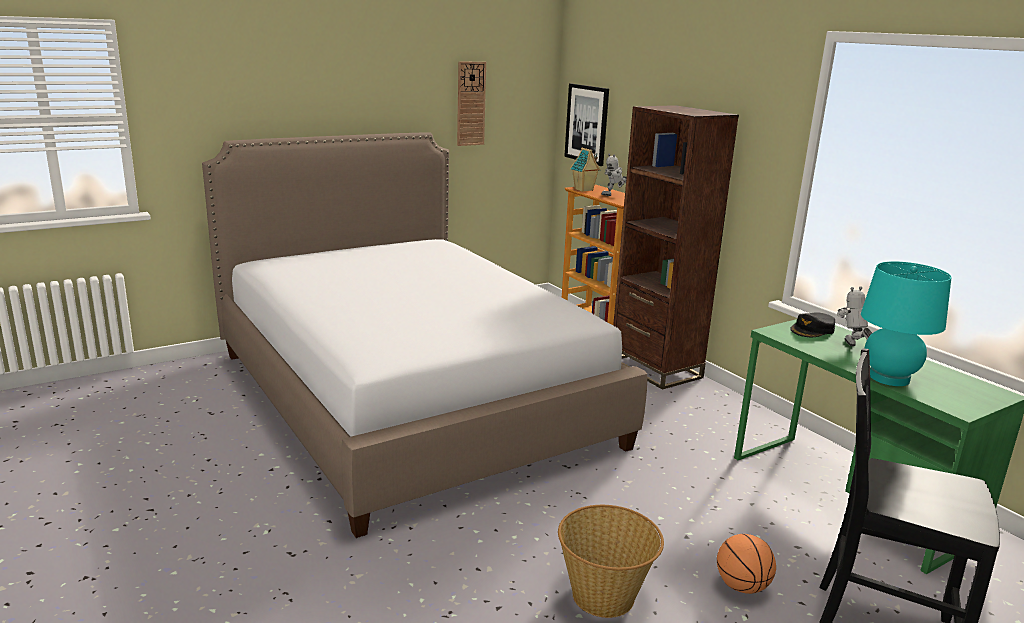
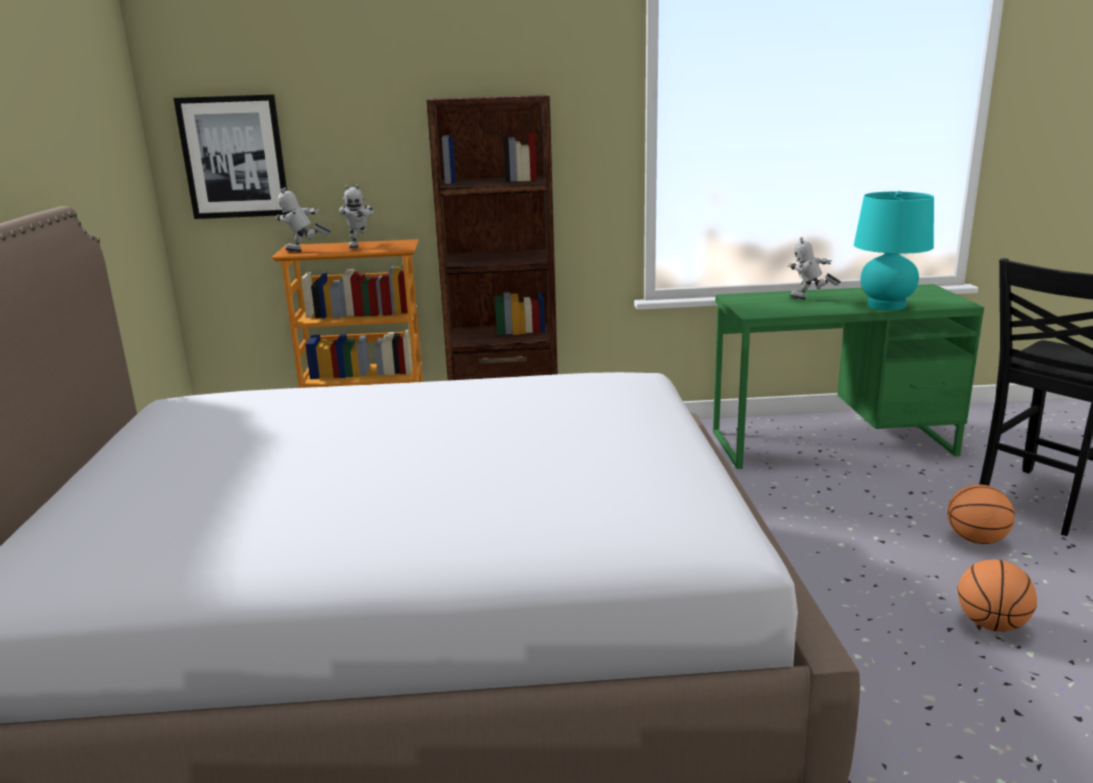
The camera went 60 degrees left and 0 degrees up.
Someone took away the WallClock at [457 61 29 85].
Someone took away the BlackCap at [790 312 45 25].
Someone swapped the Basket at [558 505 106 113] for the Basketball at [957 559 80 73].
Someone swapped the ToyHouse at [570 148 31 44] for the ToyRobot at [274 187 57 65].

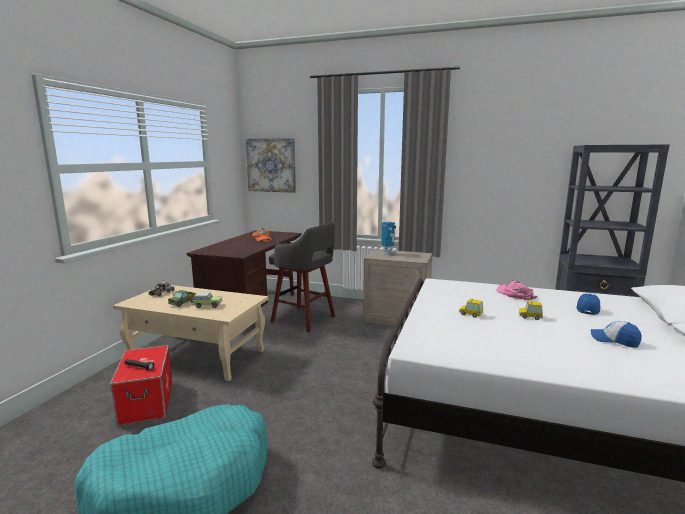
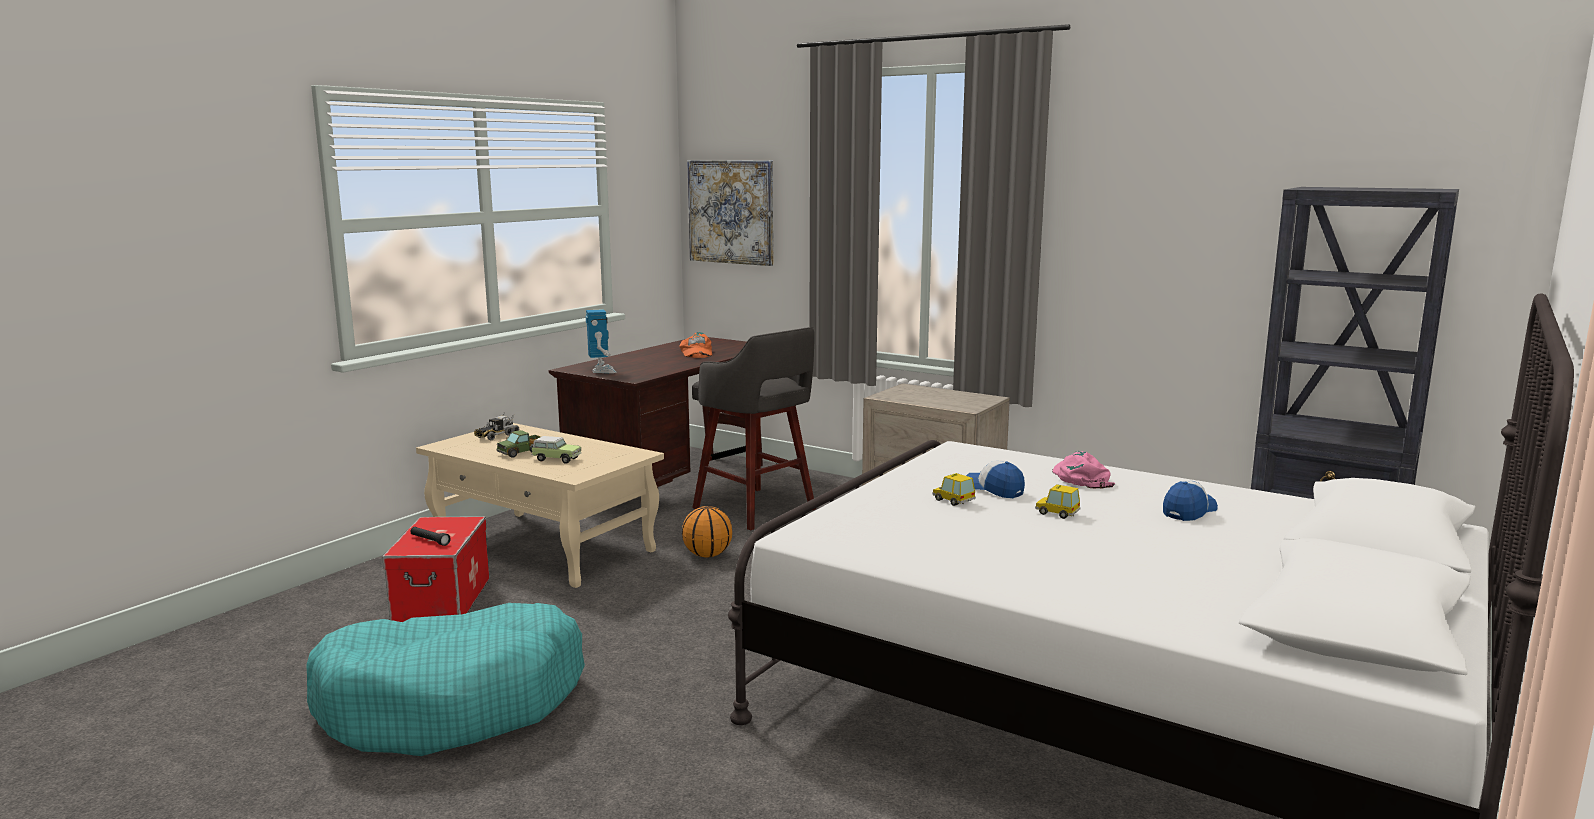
The camera went 15 degrees right and 0 degrees up.
Someone put down the Basketball at [682 506 50 52].
Someone carried the ToyRobot from [381 222 17 33] to [586 309 31 64].
Someone carried the Cap from [591 321 51 27] to [966 460 59 38].

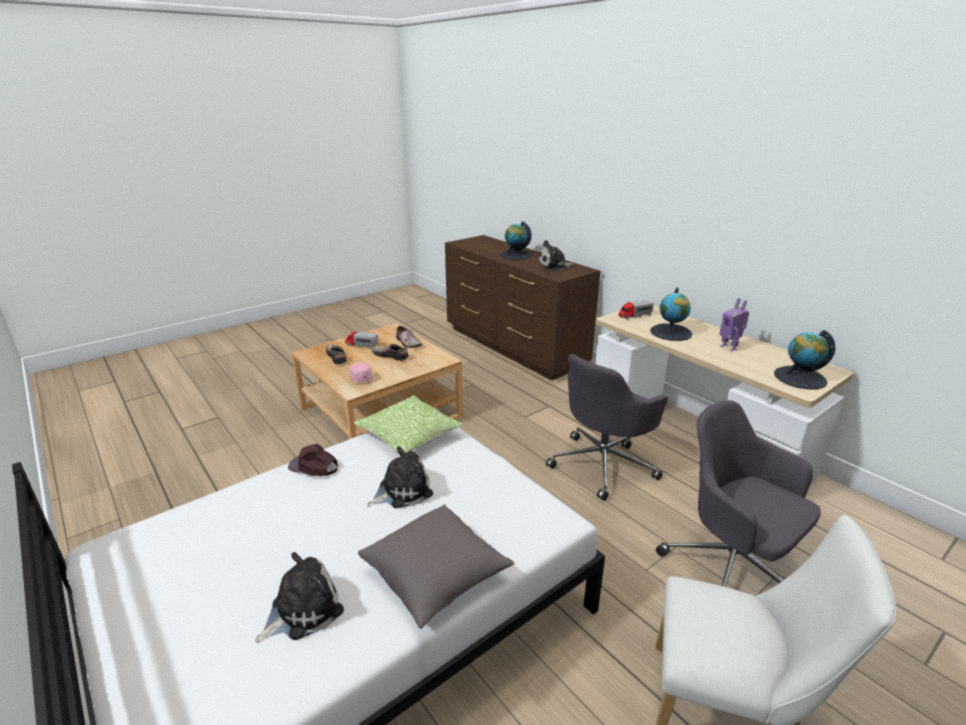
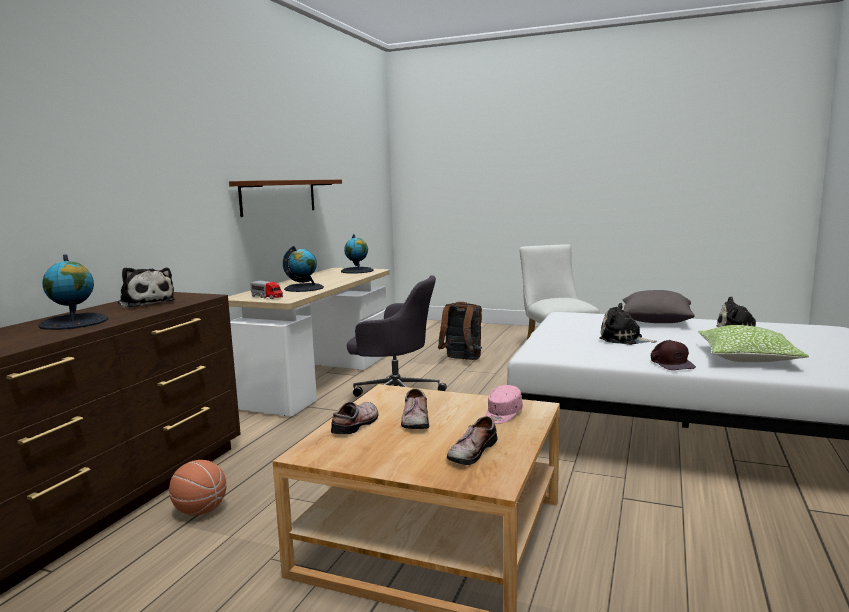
The camera went 120 degrees left and 15 degrees down.
Someone took away the ToyTruck at [345 331 34 18].
Someone took away the ToyRobot at [720 298 29 53].
Someone put down the Basketball at [169 460 58 56].
Someone put up the BrownShelf at [229 180 113 37].
Someone carried the Pillow from [353 395 111 60] to [698 325 111 37].
Someone swapped the GreyOfficeChair at [656 400 165 187] for the BrownBackpack at [438 302 44 58].

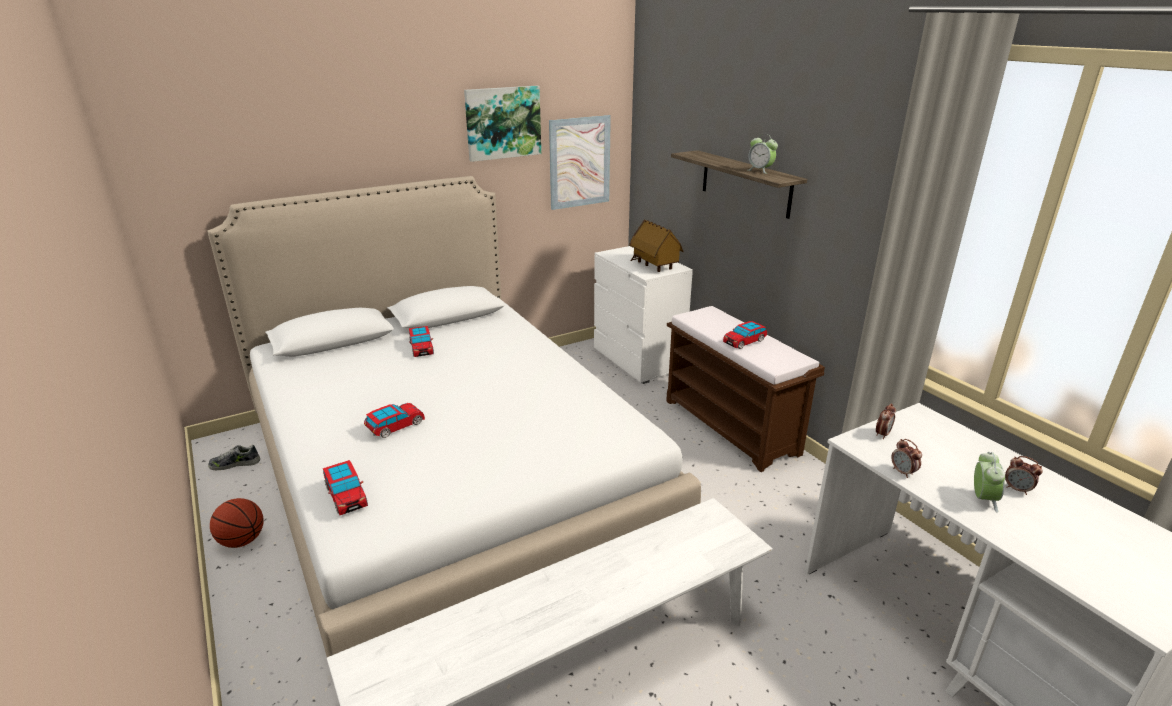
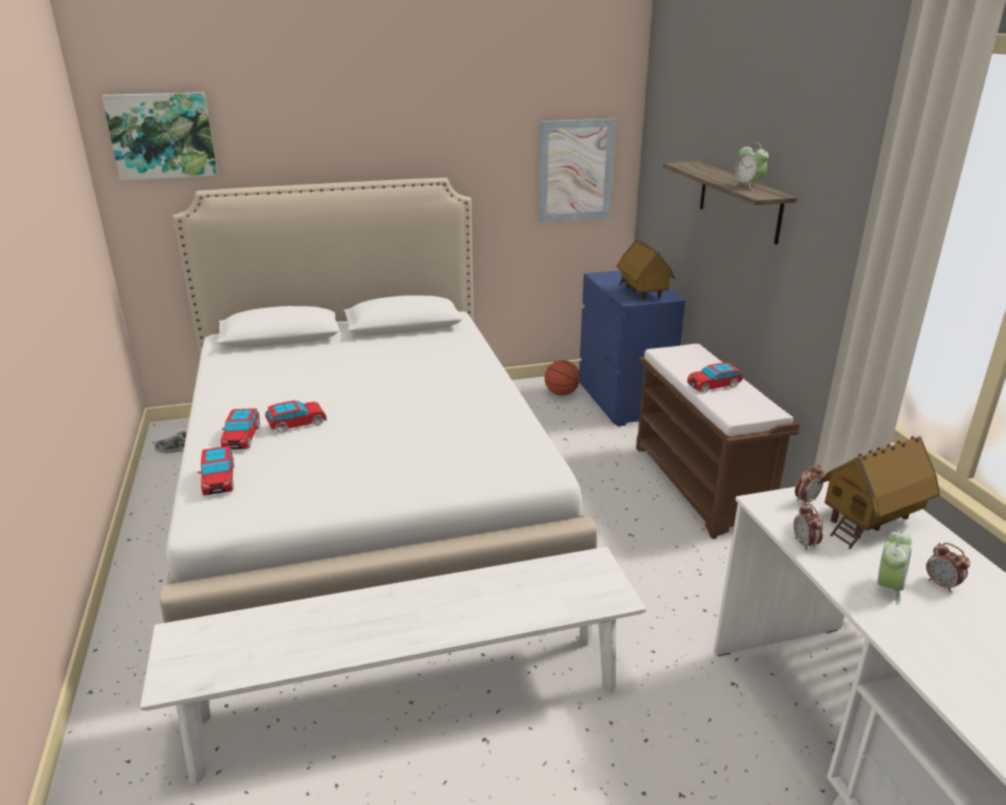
The camera went 15 degrees right and 0 degrees up.
Someone put down the ToyHouse at [818 436 122 113].
Someone carried the Basketball from [210 498 54 50] to [545 360 35 36].
Someone carried the ToyCar from [409 326 25 31] to [221 408 39 41].
Someone carried the Picture from [464 86 77 76] to [102 92 116 88].
Someone repainted the WhiteDresser at [594 246 99 138], which became the BlueDresser at [579 270 107 157].

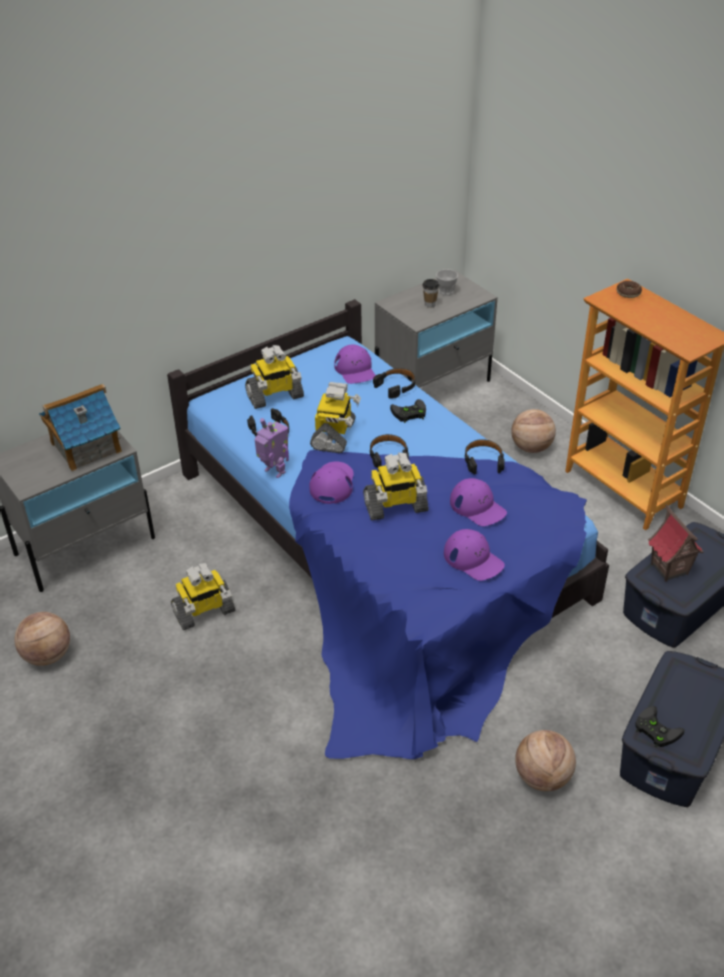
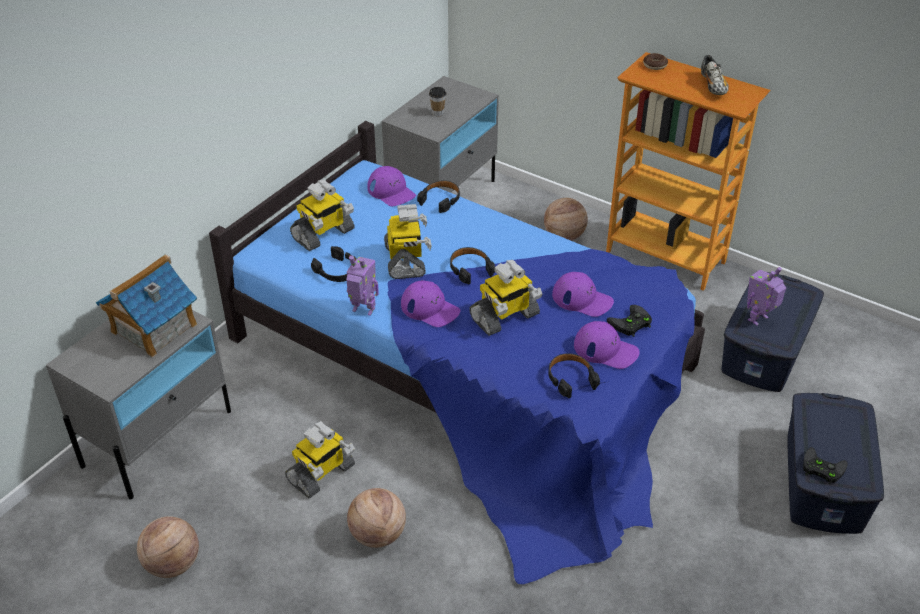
The camera went 20 degrees left and 0 degrees up.
Someone took away the Cup at [436 269 22 27].
Someone put down the Shoe at [701 55 28 40].
Someone carried the BlackGameController from [390 399 36 24] to [607 305 45 32].
Someone carried the BlackHeadphones from [465 439 40 36] to [548 353 52 45].
Someone carried the Basketball from [515 730 61 61] to [347 488 59 60].
Someone swapped the ToyHouse at [648 504 55 77] for the ToyRobot at [747 267 39 58].
Someone rotated the PurpleCap at [309 461 45 43] by 135 degrees clockwise.

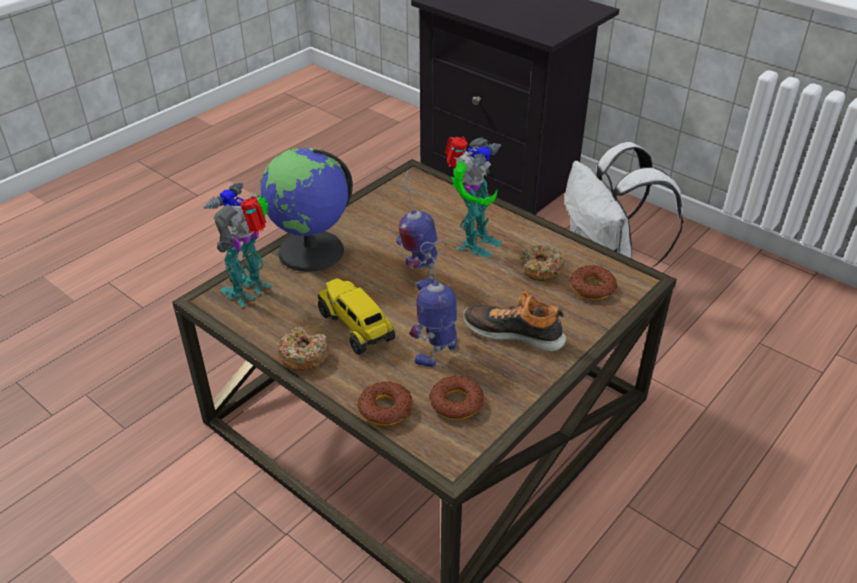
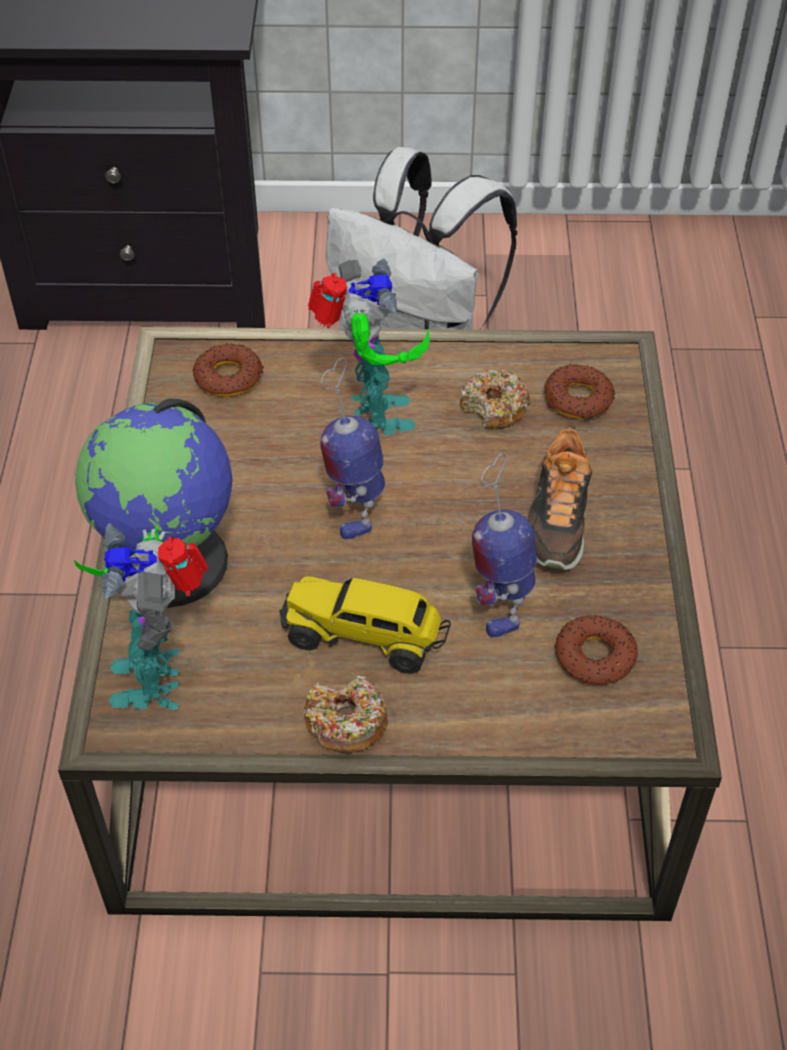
The camera went 40 degrees left and 10 degrees up.
Someone carried the Donut from [357 381 55 45] to [193 343 71 54].
Someone rotated the ToyRobot at [396 171 42 119] by 60 degrees clockwise.
Someone rotated the Shoe at [463 291 103 61] by 60 degrees counterclockwise.

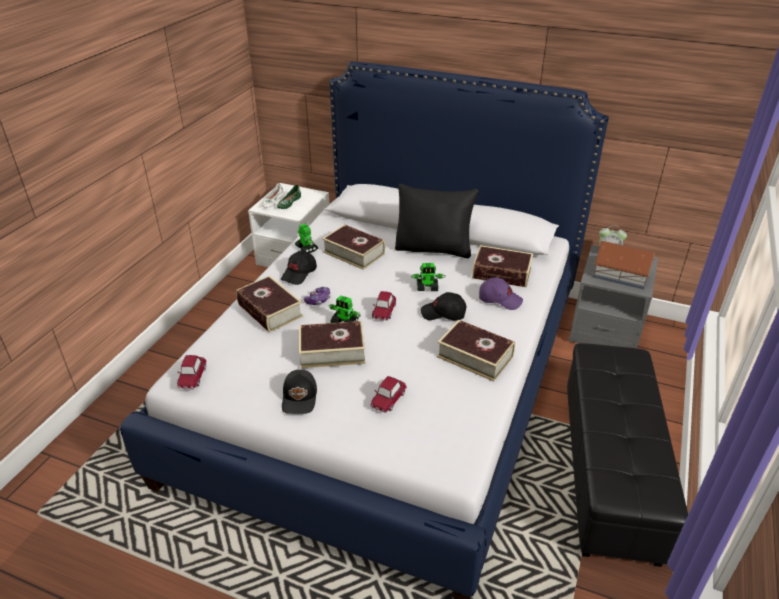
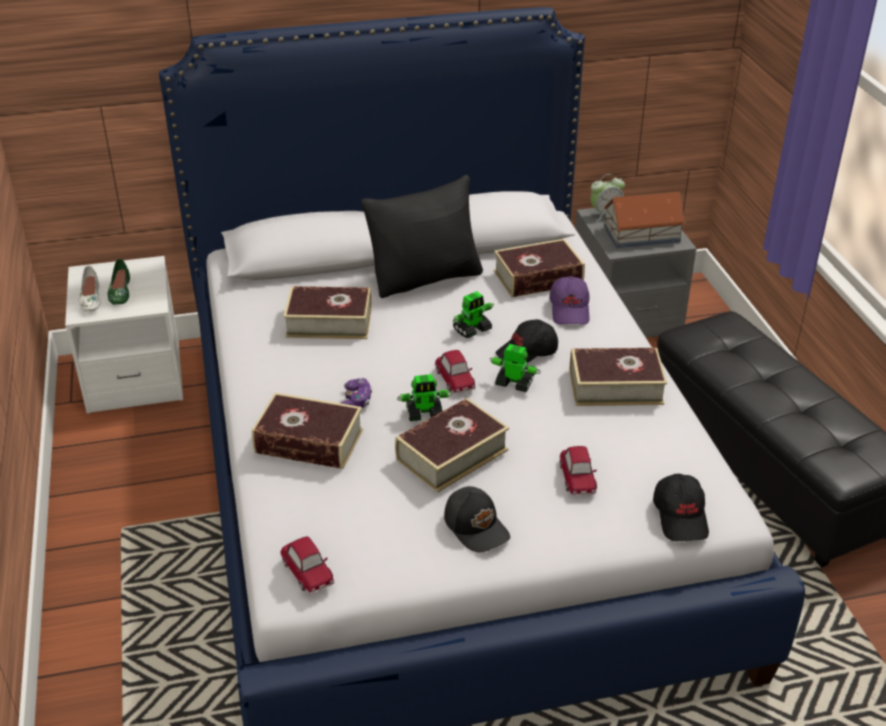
The camera went 35 degrees left and 0 degrees up.
Someone carried the BlackCap from [281 251 36 34] to [653 473 56 68].
Someone carried the ToyRobot from [295 224 23 29] to [490 344 51 48].
Someone rotated the PurpleCap at [479 278 44 32] by 105 degrees clockwise.

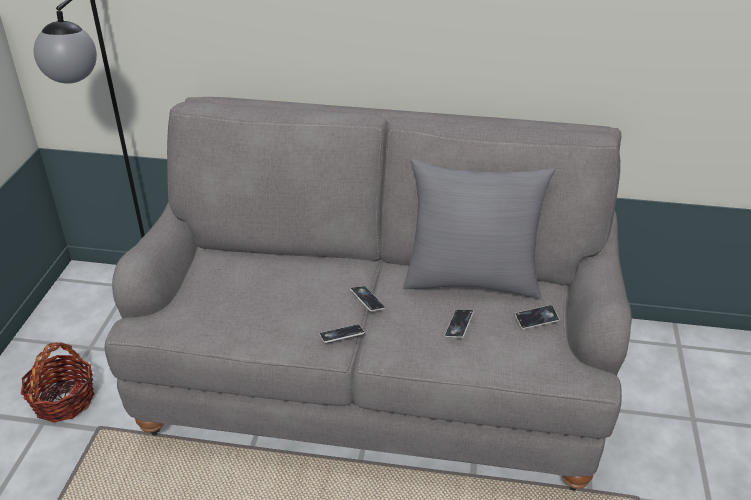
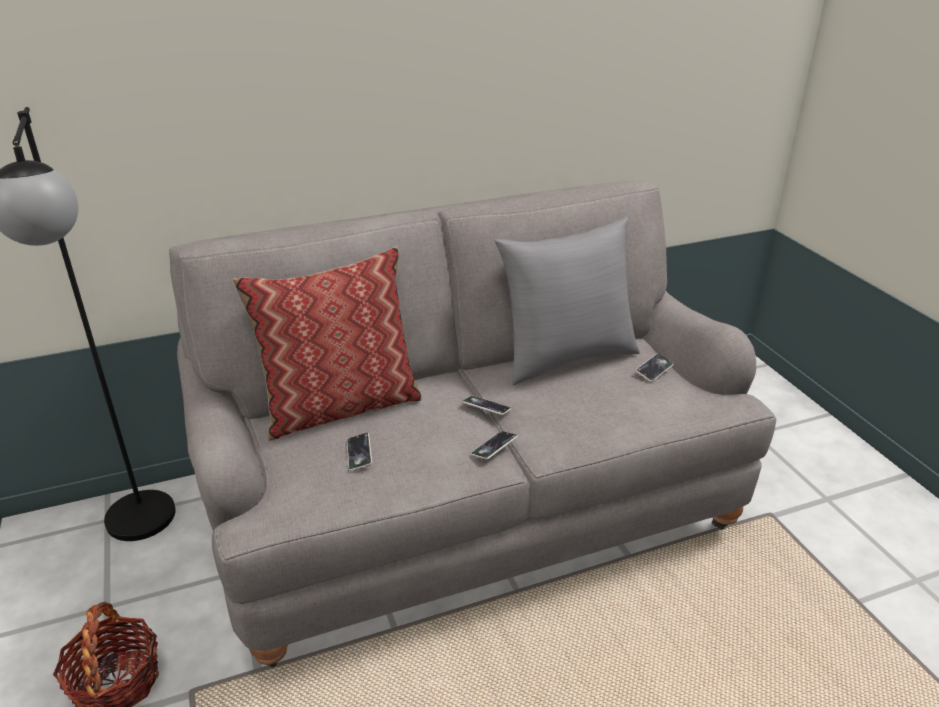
The camera went 30 degrees left and 5 degrees down.
Someone put down the Pillow at [233 246 189 195].
Someone carried the Phone from [444 310 30 28] to [347 433 25 38].

